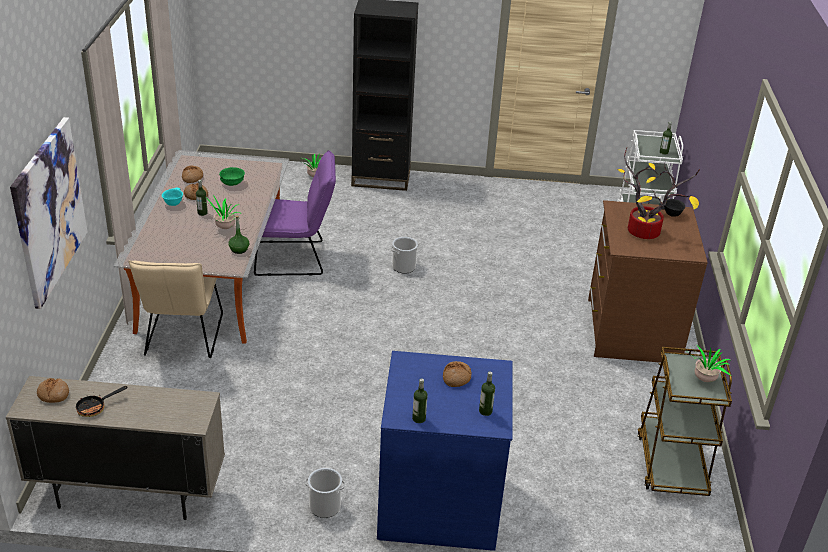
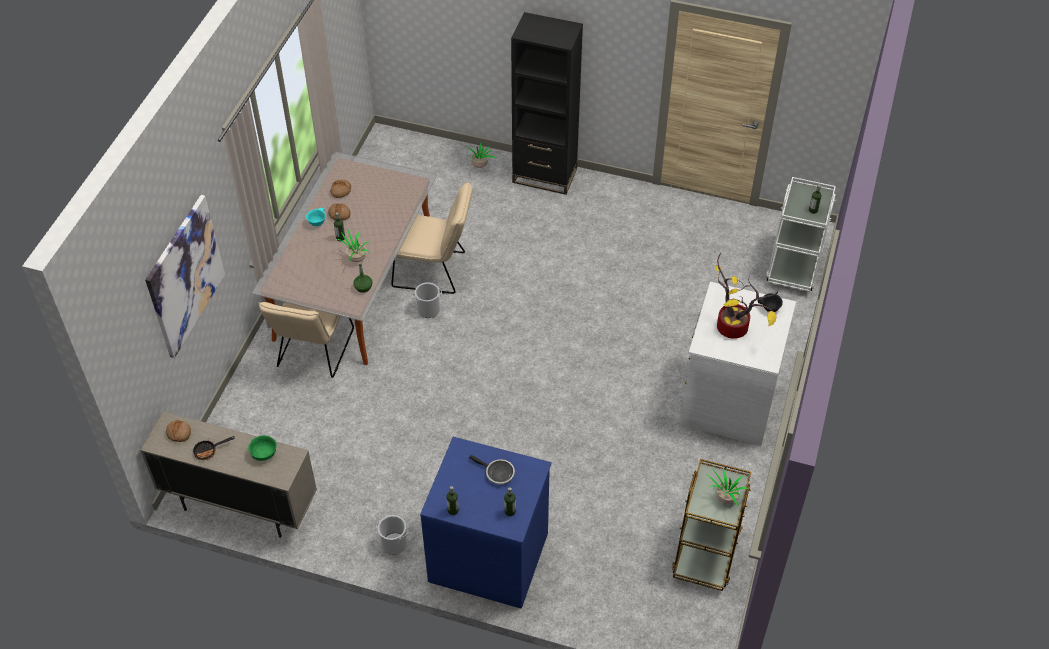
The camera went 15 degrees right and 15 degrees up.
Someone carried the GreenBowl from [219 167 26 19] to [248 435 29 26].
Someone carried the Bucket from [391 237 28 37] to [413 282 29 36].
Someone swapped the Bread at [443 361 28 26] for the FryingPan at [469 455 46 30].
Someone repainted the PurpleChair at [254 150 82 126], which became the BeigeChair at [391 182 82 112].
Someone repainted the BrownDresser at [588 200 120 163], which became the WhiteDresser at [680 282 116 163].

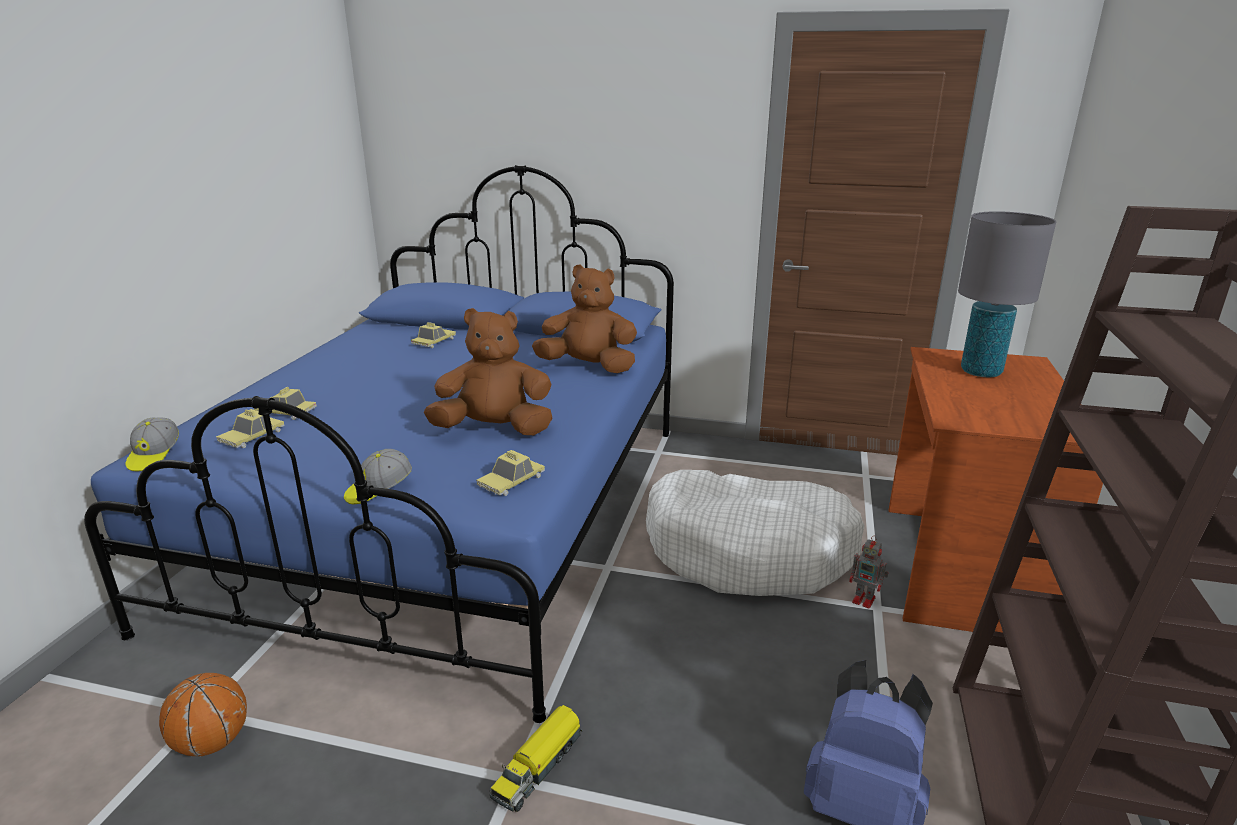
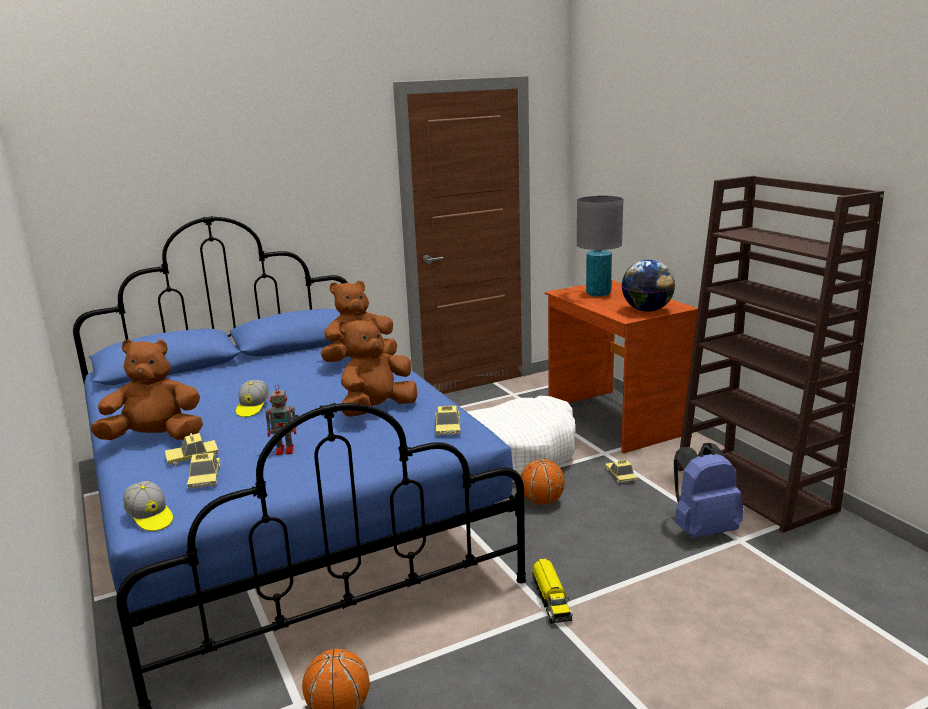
The camera went 40 degrees left and 5 degrees down.
Someone put down the BrownPlushToy at [90 339 113 101].
Someone put down the Basketball at [521 459 44 46].
Someone put down the Globe at [622 260 53 52].
Someone carried the Cap from [344 449 68 55] to [236 380 33 37].
Someone carried the ToyCar from [411 322 45 26] to [605 460 33 23].
Someone carried the ToyRobot from [849 536 40 73] to [265 384 33 71].

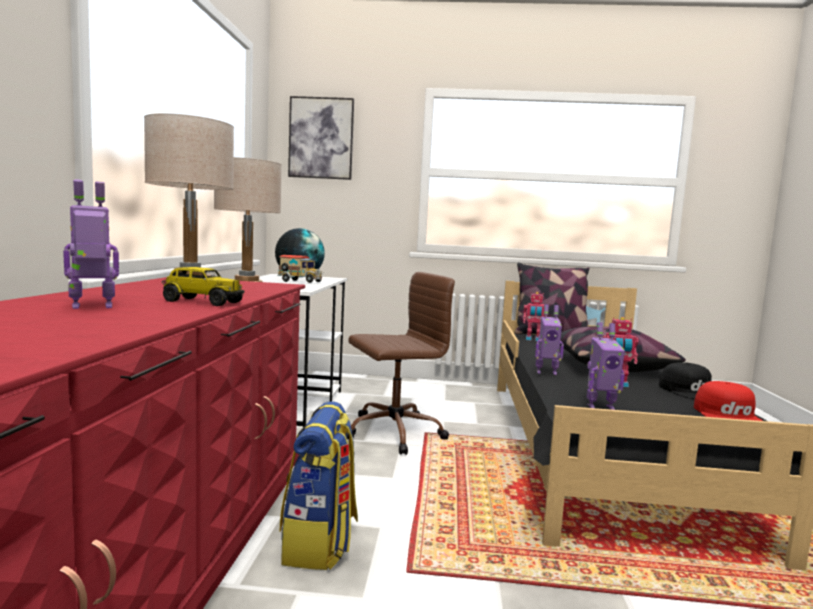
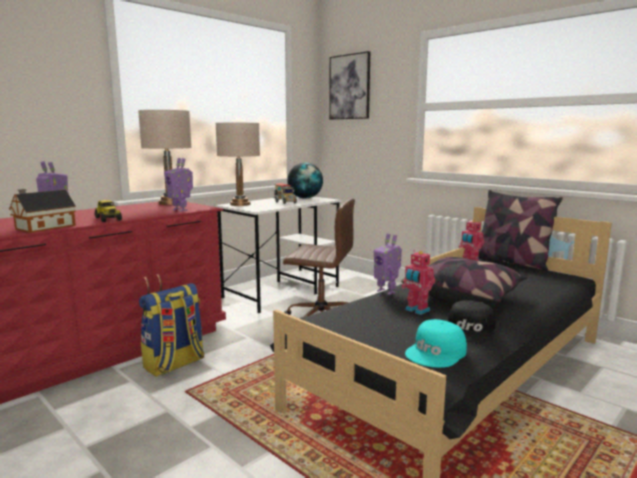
The camera went 40 degrees right and 5 degrees up.
Someone put down the ToyHouse at [9 189 67 44].
Someone carried the ToyRobot from [587 322 38 88] to [164 158 29 54].
Someone repainted the RedCap at [694 381 69 40], which became the TurquoiseCap at [405 319 62 49].

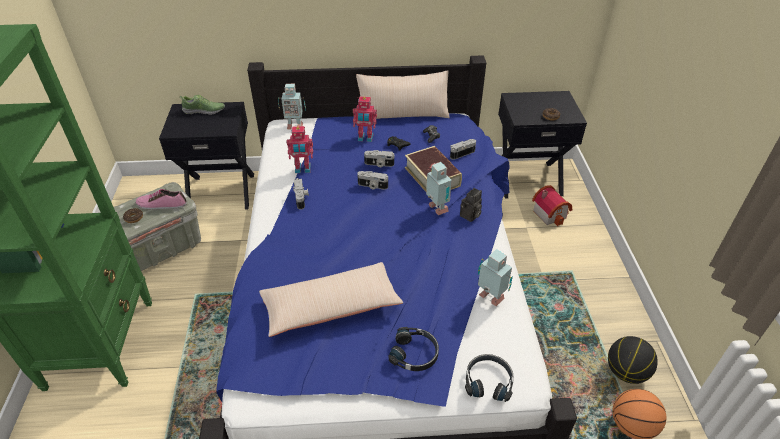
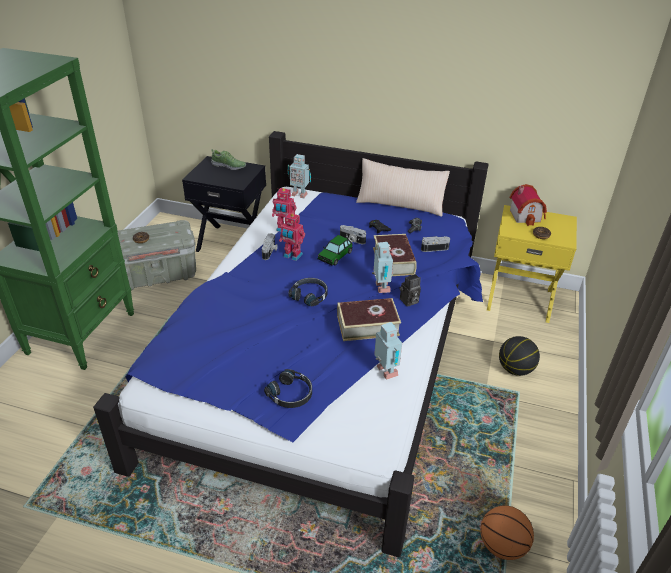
The camera went 20 degrees right and 5 degrees down.
Someone took away the Shoe at [136 189 51 20].
Someone took away the BeigePillow at [259 262 144 75].
Someone put down the Book at [337 298 64 43].
Someone carried the ToyRobot from [353 97 24 45] to [279 213 26 48].
Someone carried the BlackHeadphones from [465 354 49 48] to [288 278 40 29].
Someone carried the ToyHouse from [532 185 40 41] to [510 184 37 42].
Someone carried the Basketball from [608 336 50 48] to [499 336 41 40].
Someone swapped the PhotoCamera at [357 171 31 19] for the ToyCar at [318 235 35 31].
Someone repainted the BlackNightstand at [498 91 89 108], which became the YellowNightstand at [487 205 90 118].

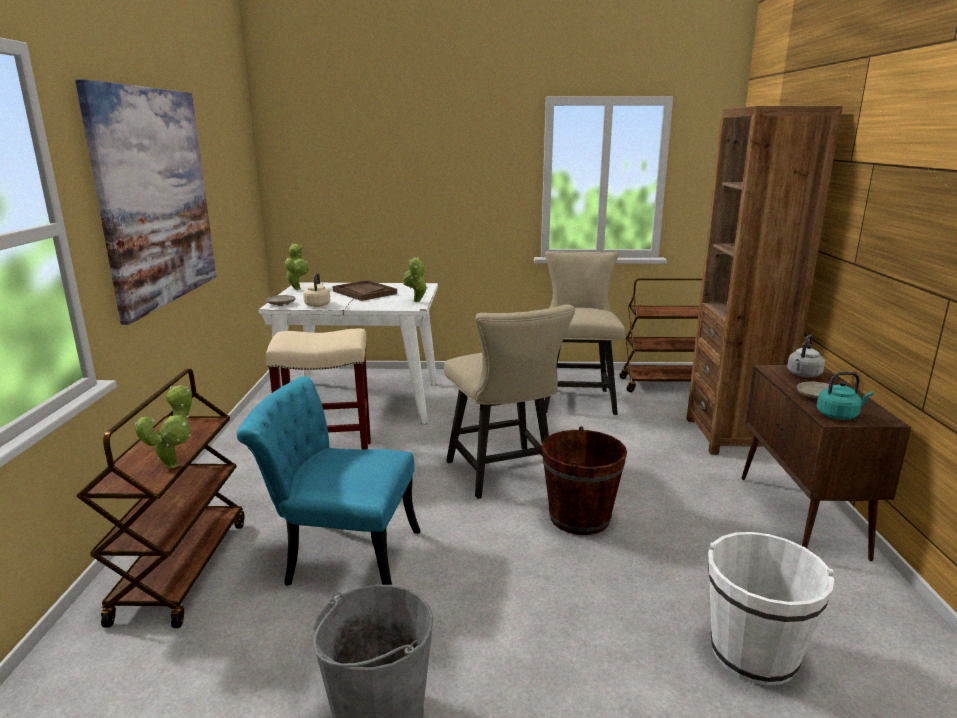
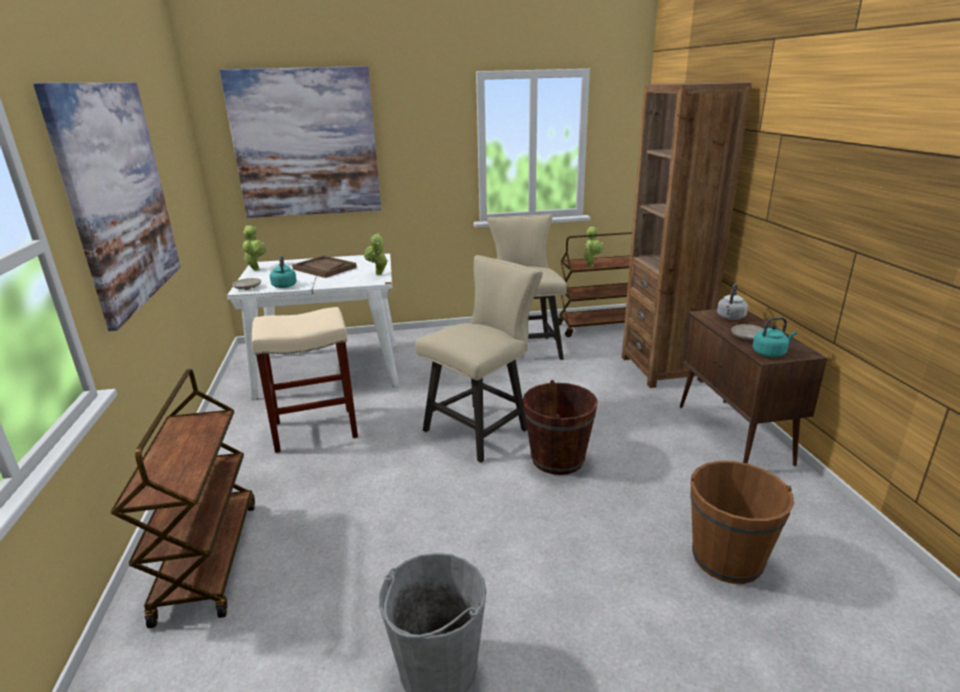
The camera went 10 degrees left and 5 degrees up.
Someone took away the TurquoiseChair at [237 376 184 210].
Someone put up the Picture at [220 66 161 152].
Someone carried the PottedPlant from [135 385 57 83] to [583 227 20 40].
Someone repainted the BeigeKettle at [303 273 27 34], which became the TurquoiseKettle at [270 255 27 33].
Someone repainted the WhiteBucket at [708 532 126 153], which became the BrownBucket at [690 461 104 123].
Someone rotated the BeigeChair at [444 304 131 195] by 105 degrees counterclockwise.

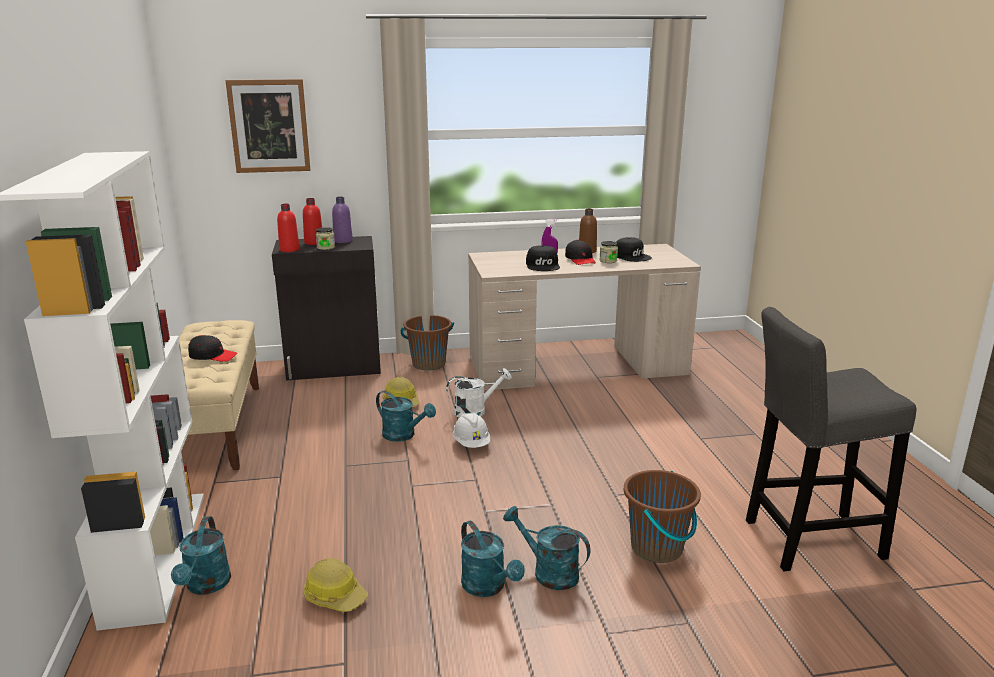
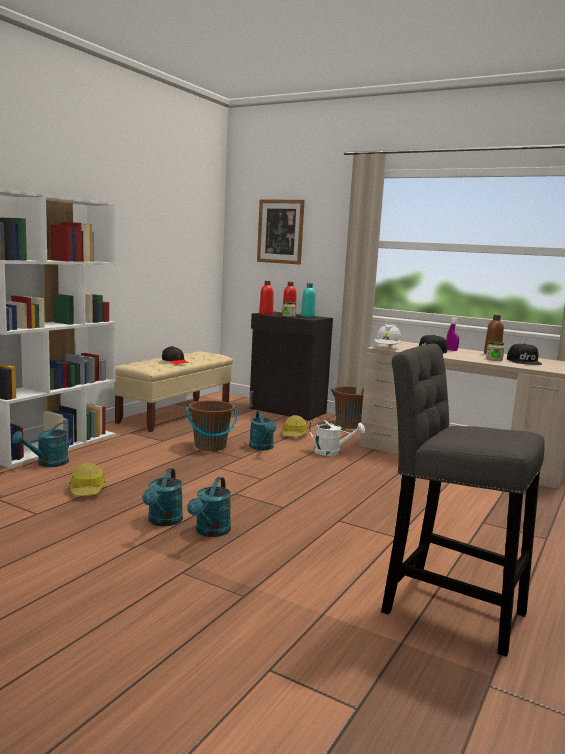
The camera went 40 degrees right and 10 degrees down.
Someone took away the BlackCap at [565 240 31 25].
Someone carried the WhiteHardHat from [453 412 37 36] to [374 324 29 22].
Someone carried the BrownBucket from [624 470 77 93] to [186 400 51 51].
Someone repainted the PurpleBottle at [332 197 21 46], which became the TurquoiseBottle at [301 283 15 34].
Someone rotated the TurquoiseWateringCan at [503 506 87 84] by 150 degrees counterclockwise.

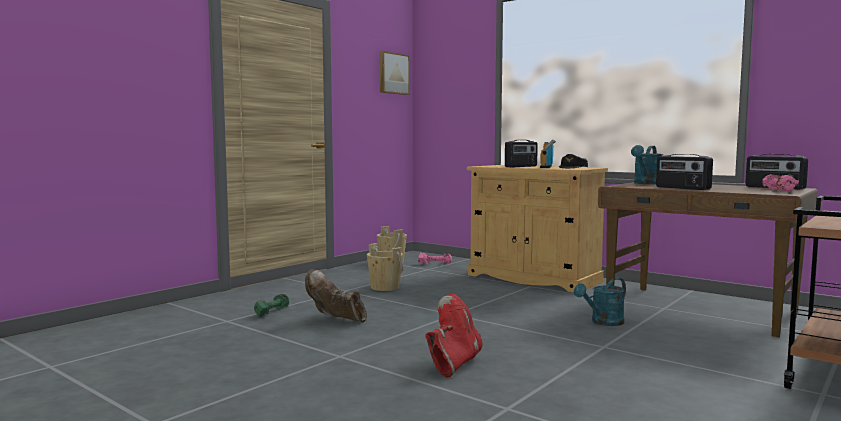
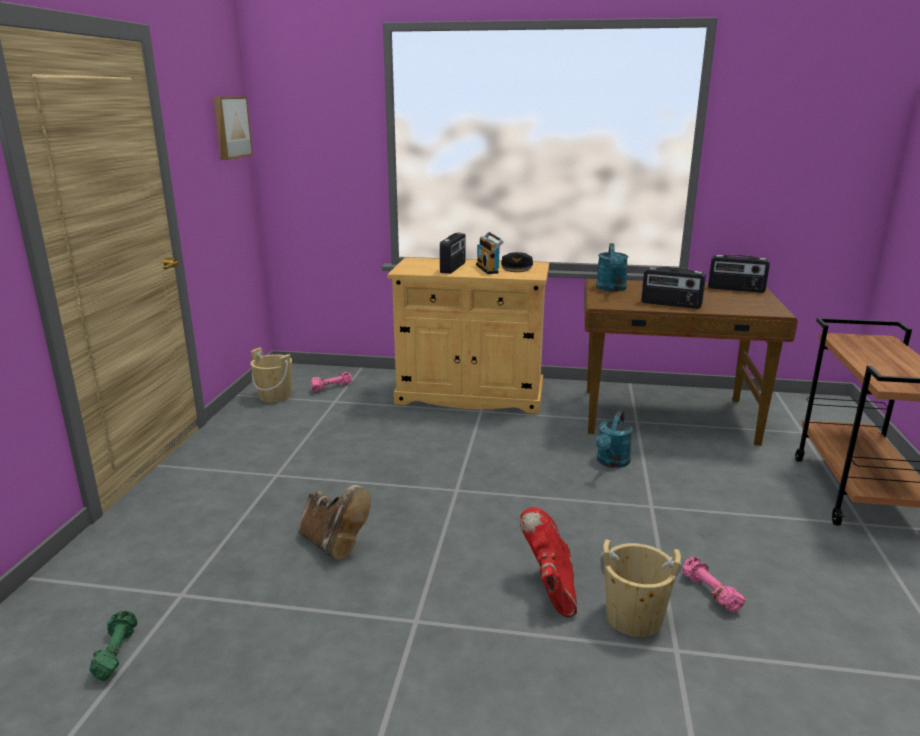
The camera went 30 degrees left and 15 degrees up.
Someone carried the GreenDumbbell from [254 294 35 23] to [89 611 48 70].
Someone carried the BeigeBucket from [367 243 36 48] to [600 539 82 98].
Someone carried the PinkDumbbell from [762 174 37 18] to [683 557 63 55].
Someone rotated the BrownBoot at [305 269 62 54] by 135 degrees counterclockwise.

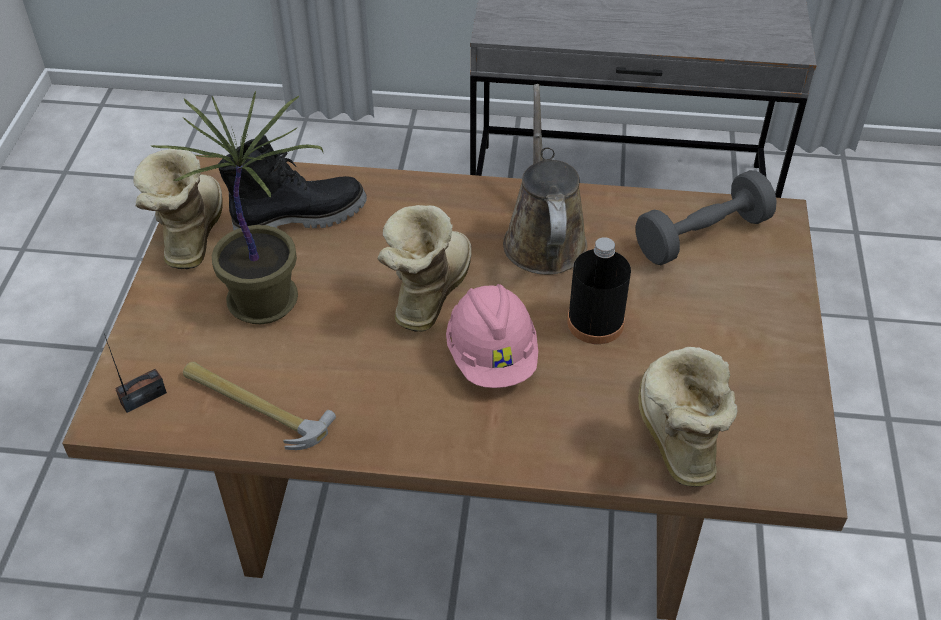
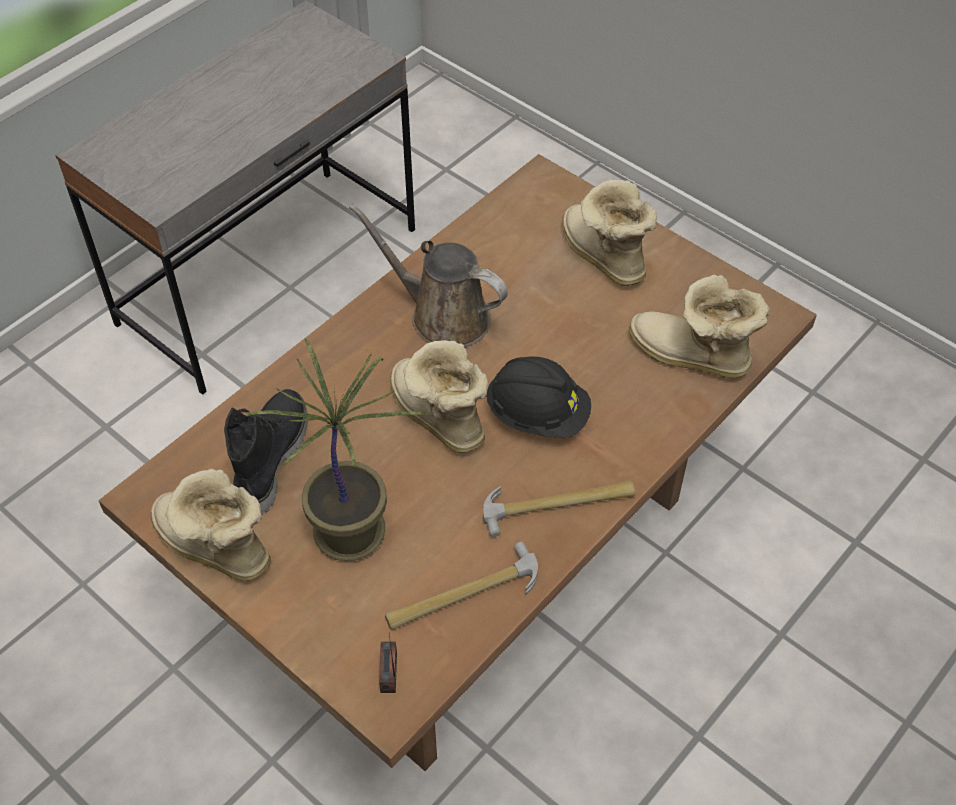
The camera went 55 degrees left and 5 degrees up.
Someone took away the BlackBottle at [567 237 64 107].
Someone took away the GreyDumbbell at [636 170 141 95].
Someone put down the Hammer at [483 481 152 56].
Someone put down the Boot at [562 180 95 106].
Someone repainted the PinkHardHat at [446 284 92 104], which became the BlackHardHat at [486 356 105 82].

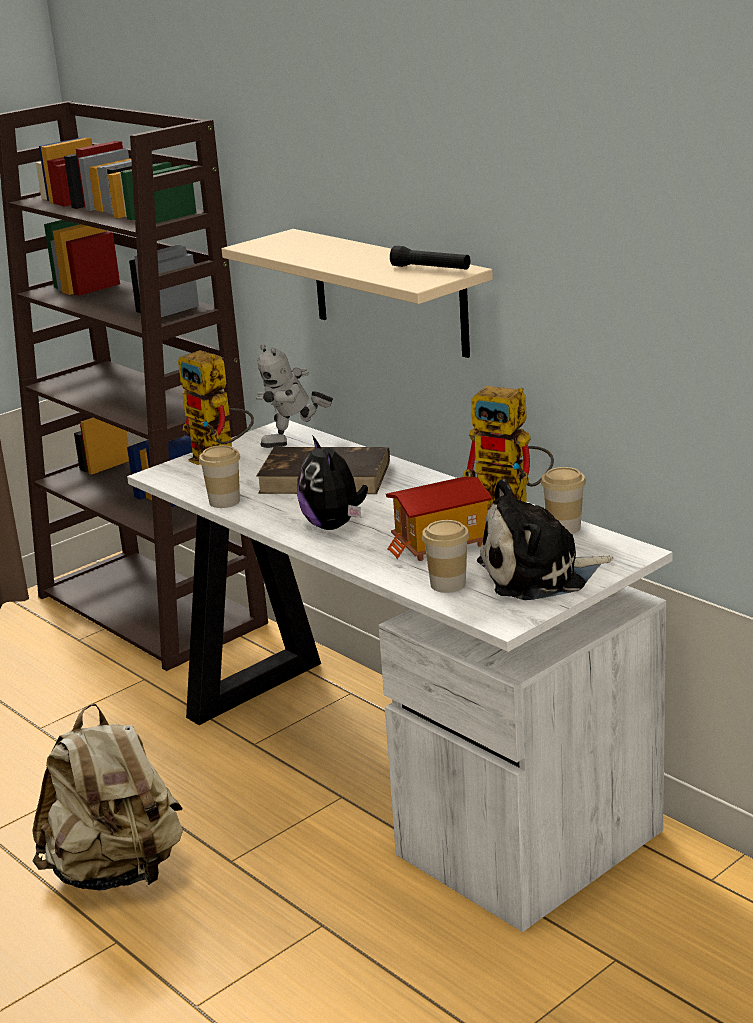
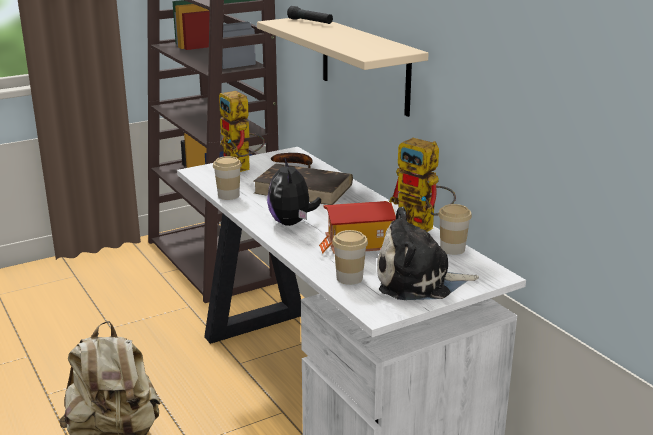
The camera went 10 degrees right and 0 degrees up.
Someone carried the BlackFlashlight from [390 246 80 24] to [287 6 46 18].
Someone swapped the ToyRobot at [256 344 77 104] for the Banana at [271 153 42 15].

